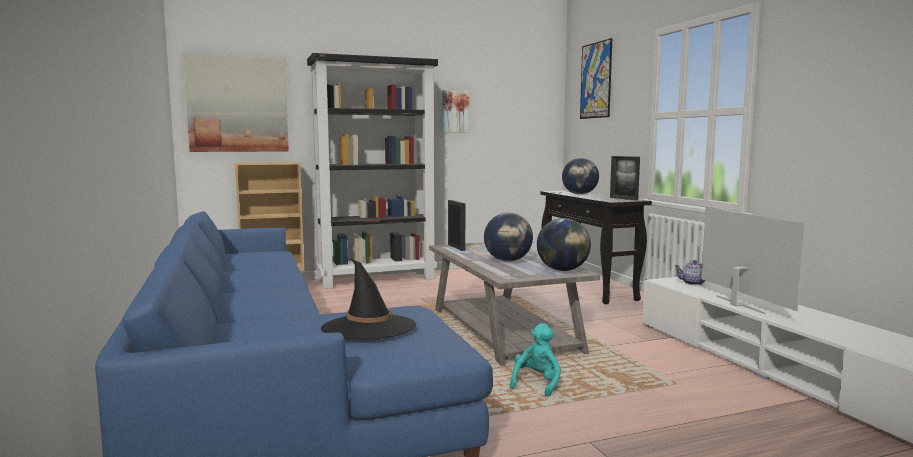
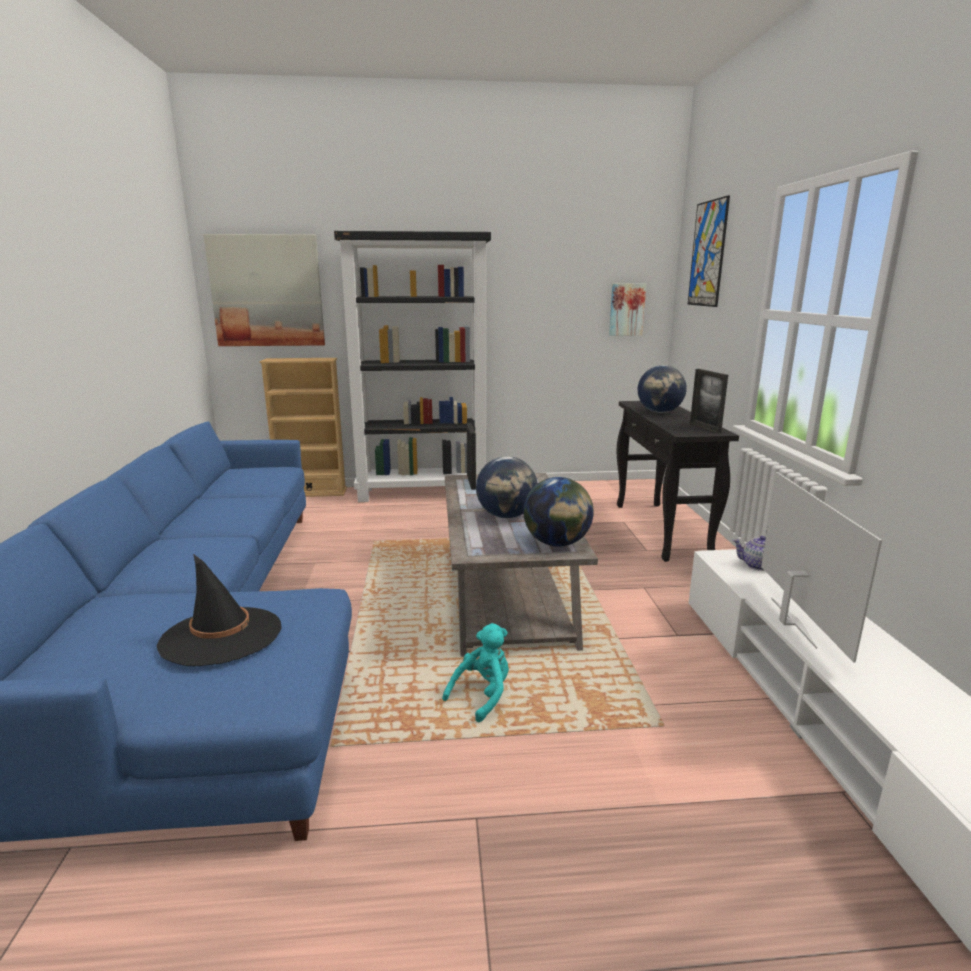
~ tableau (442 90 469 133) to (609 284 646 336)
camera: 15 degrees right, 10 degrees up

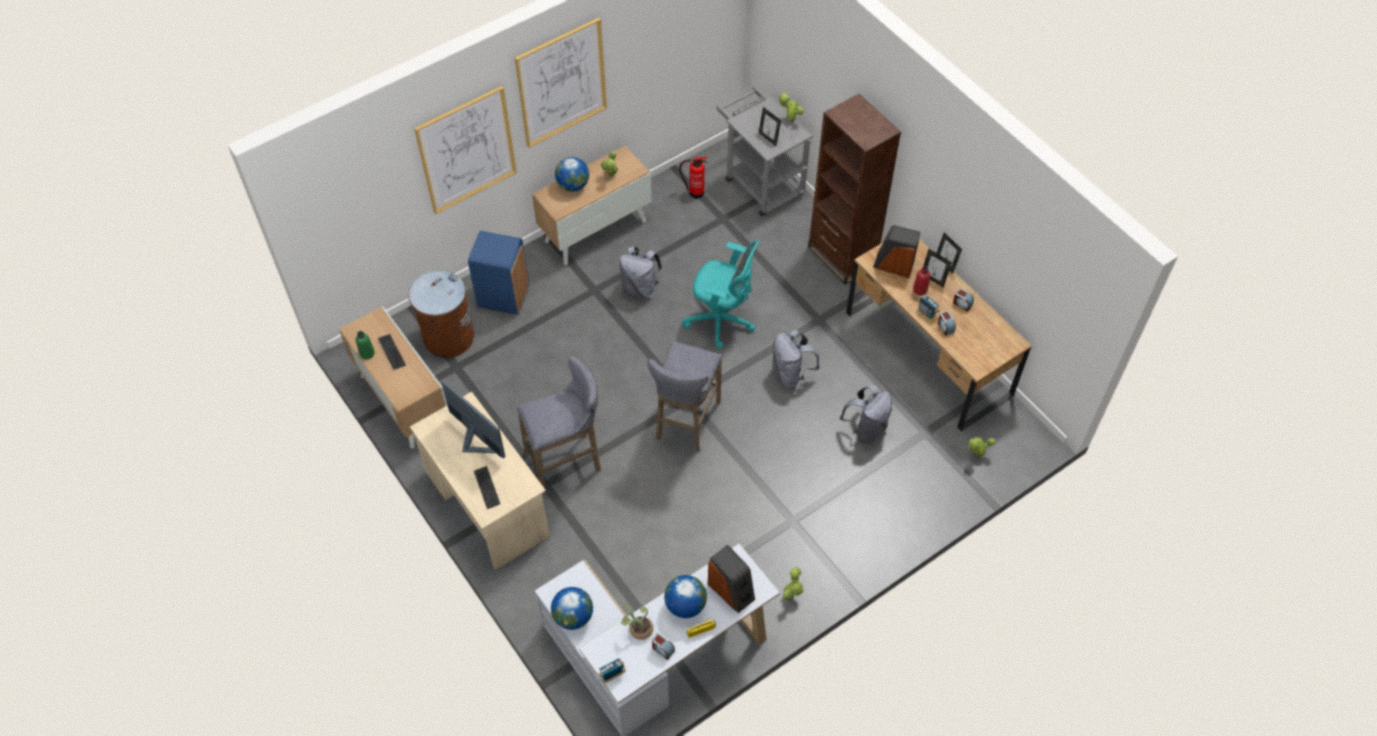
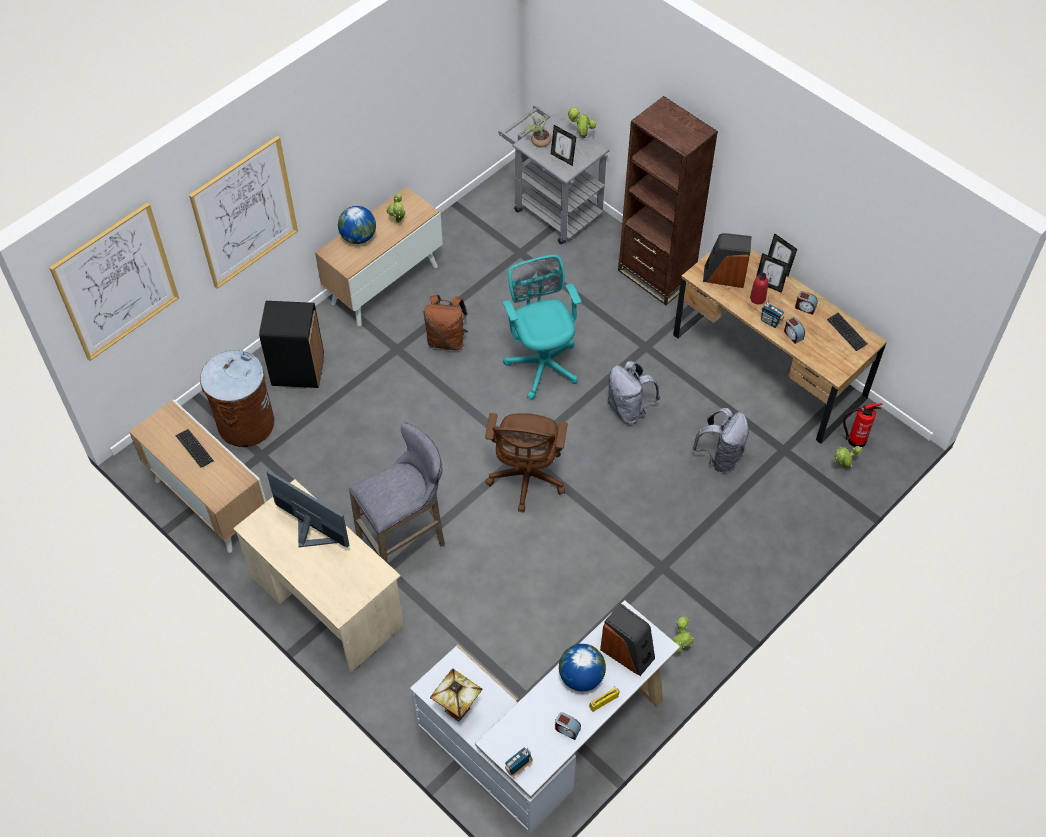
- bouteille/vert (356 331 375 359)
~ poubelle/bleu (468 231 529 315) to poubelle/noir (259 301 324 388)
~ clavier (474 466 500 509) to (827 313 867 351)
~ tableau (515 18 607 148) to (49 202 179 361)
~ globe (551 587 593 630) to lampe de table (430 669 482 722)
~ sac à dos/gris (619 246 662 299) to sac à dos/marron (424 295 468 350)
~ plante en pot (620 604 653 640) to (525 113 551 147)
~ tabouret/gris (647 341 722 451) to chaise de bureau/marron (485 413 568 512)
~ extincteur (679 157 708 199) to (843 403 883 447)
~ chaise de bureau/turquoise (682 240 759 349) = (503 255 581 400) 120 degrees counterclockwise
camera: 10 degrees left, 0 degrees up

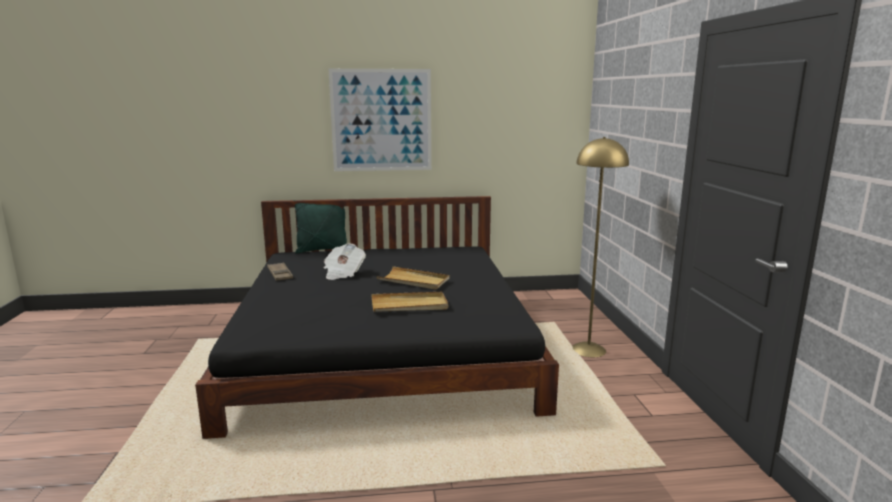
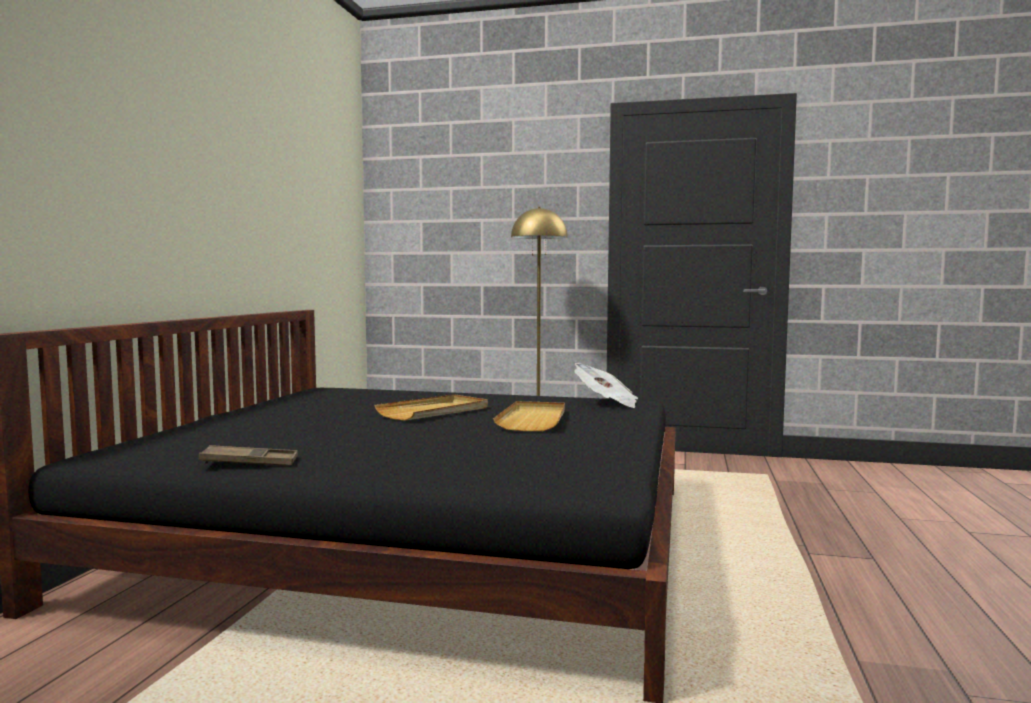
- coussin/vert (294 200 347 254)
~ journal (324 243 366 280) to (575 363 638 408)
- tableau (329 69 431 171)
camera: 70 degrees left, 10 degrees down

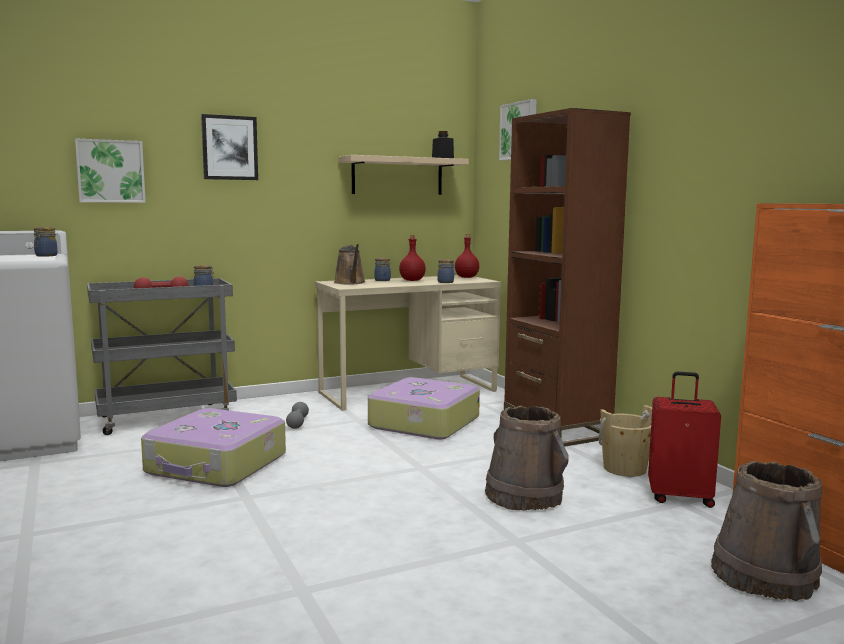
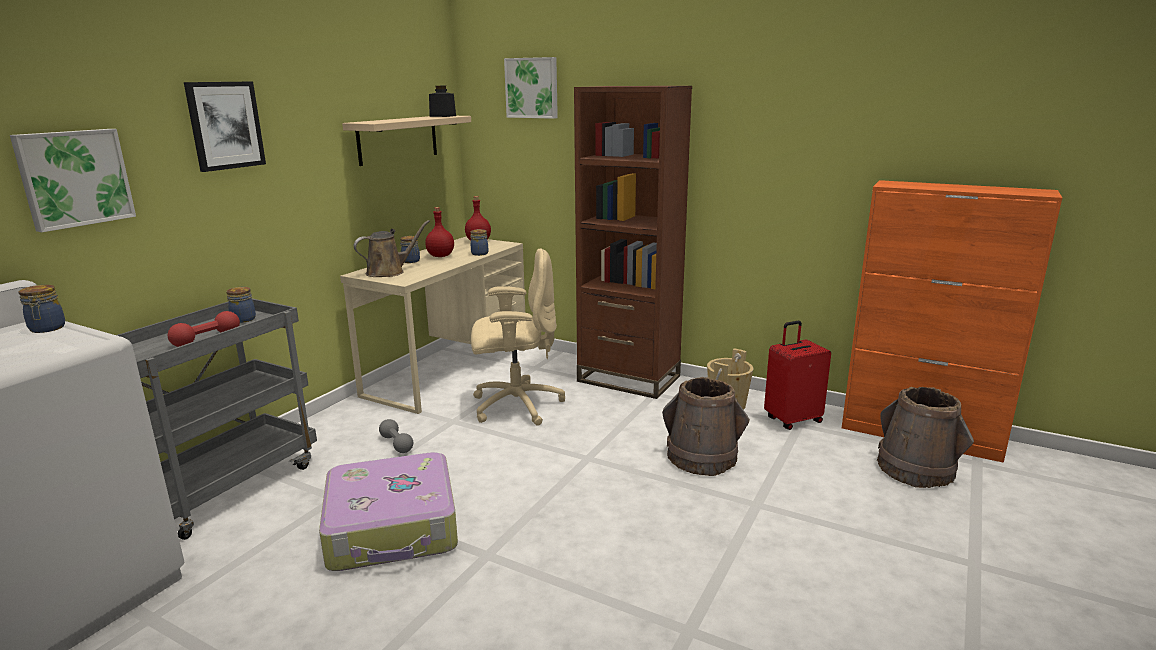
~ arrosoir/marron (334 244 366 284) = (354 220 430 277) 75 degrees counterclockwise
~ valise (368 377 480 440) to chaise de bureau/beige (471 248 565 426)
camera: 35 degrees left, 10 degrees up

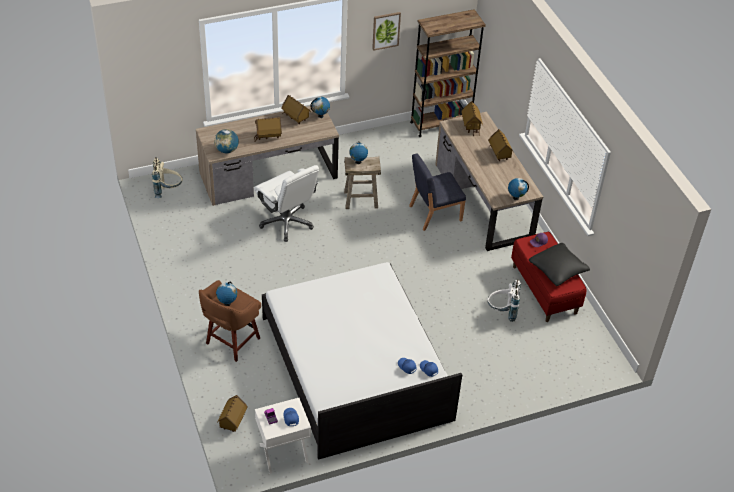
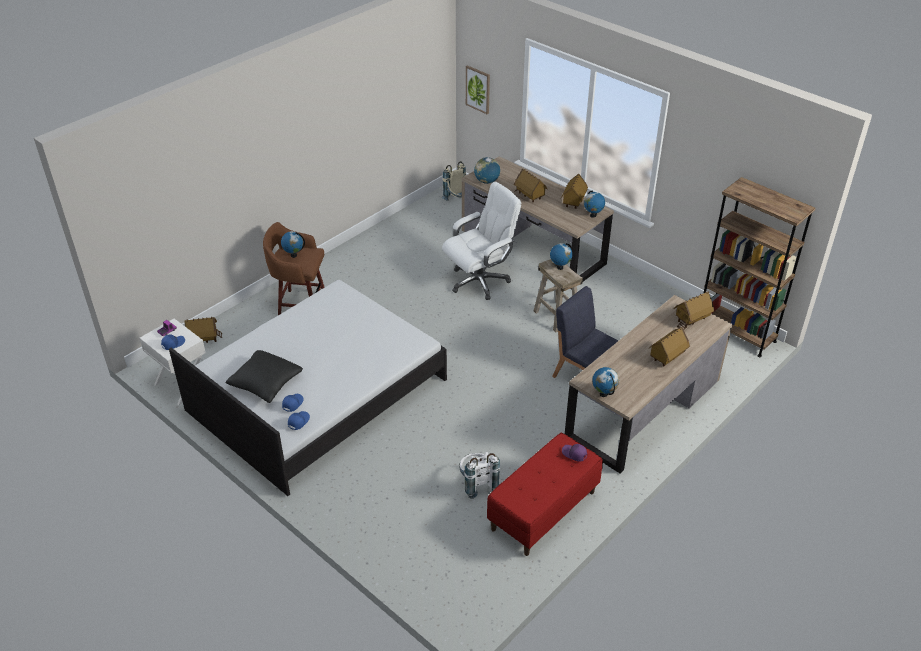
~ chaise de bureau/blanc (254 165 319 242) = (442 182 521 300) 150 degrees counterclockwise
~ tableau (372 12 401 51) to (466 65 490 114)
~ coussin/noir (529 243 590 286) to (226 350 303 403)
camera: 65 degrees right, 5 degrees down

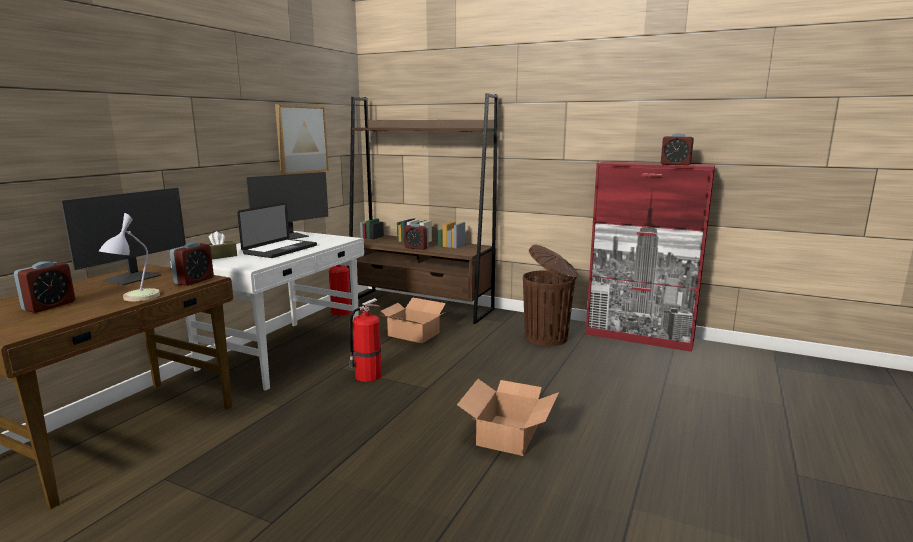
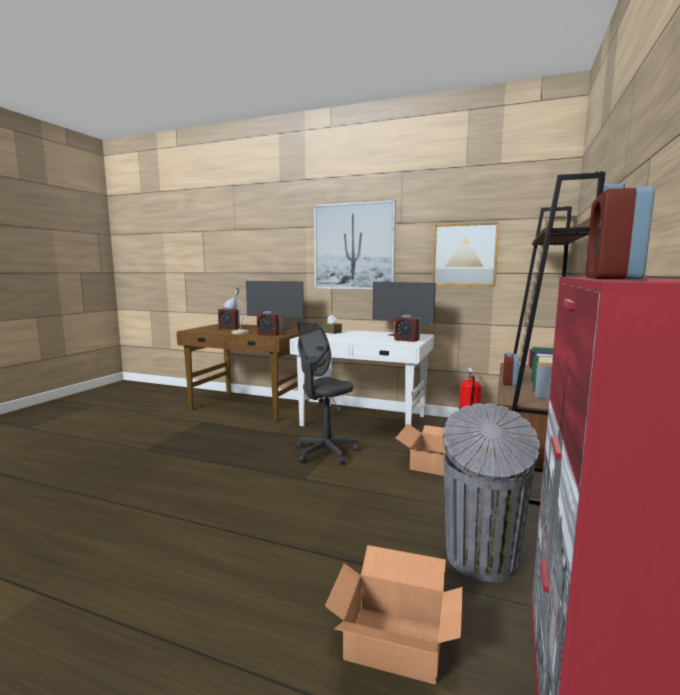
- ordinateur portable (237 203 317 258)
~ extincteur (349 298 382 382) to chaise de bureau/gris (296 321 359 465)
~ carton (457 379 559 456) to (325 545 463 685)
~ poubelle/marron (523 244 578 346) to poubelle/gris (442 403 540 582)
+ tableau (314 200 396 289)
+ réveil (394 315 420 342)
camera: 85 degrees right, 5 degrees down

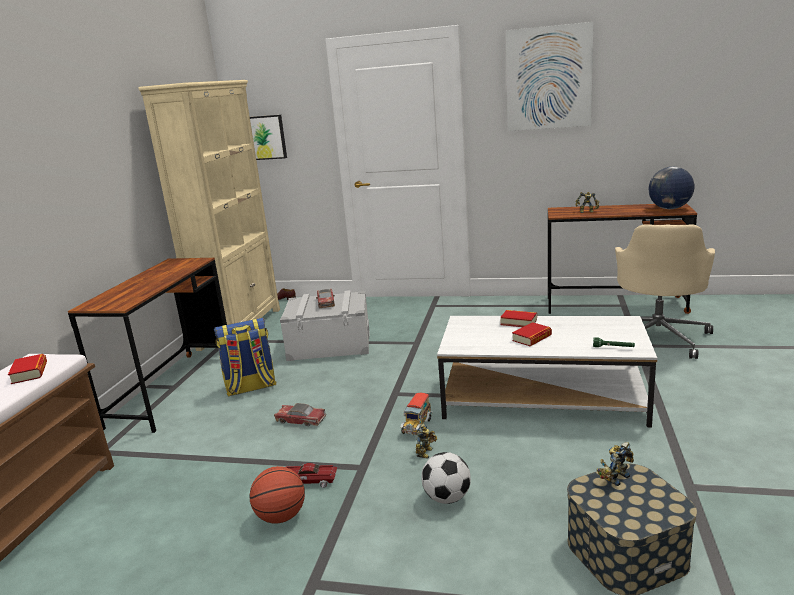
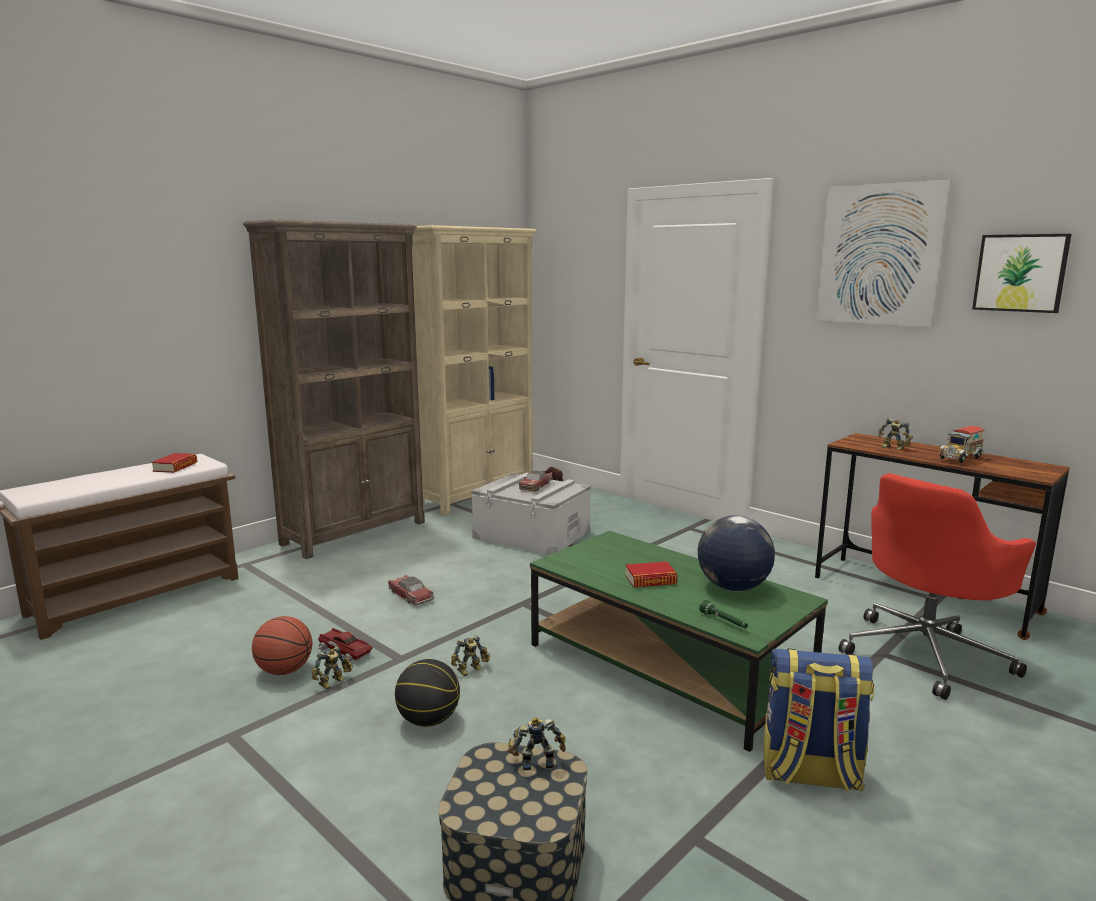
~ bureau/marron (68 258 227 433) to bibliothèque/marron (243 220 425 559)
~ sac à dos (214 318 277 397) to (764 648 874 792)
~ tableau (250 115 287 160) to (972 234 1072 313)
~ camion jouet (400 393 433 435) to (940 426 985 463)
~ ballon de foot (421 452 471 504) to ballon de basket (395 659 460 727)
~ table basse/blanc (437 316 657 427) to table basse/vert (530 531 828 752)
- livre (500 310 537 327)
~ chaise de bureau/beige (615 225 715 359) to chaise de bureau/rouge (839 473 1036 700)
~ globe (649 167 694 209) to (698 516 775 591)
+ robot jouet (312 646 353 689)
camera: 30 degrees right, 5 degrees down

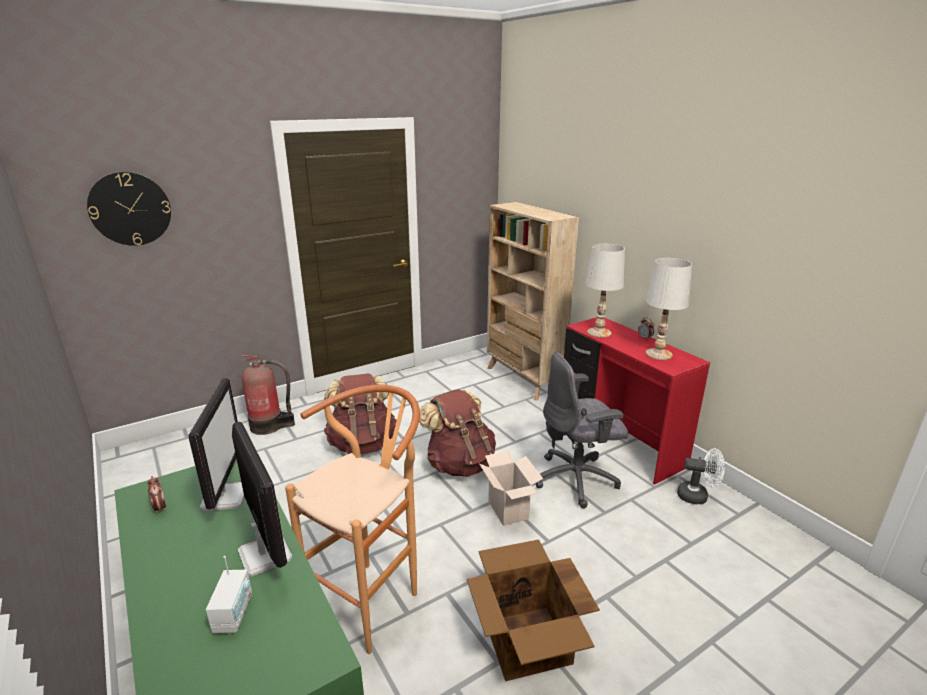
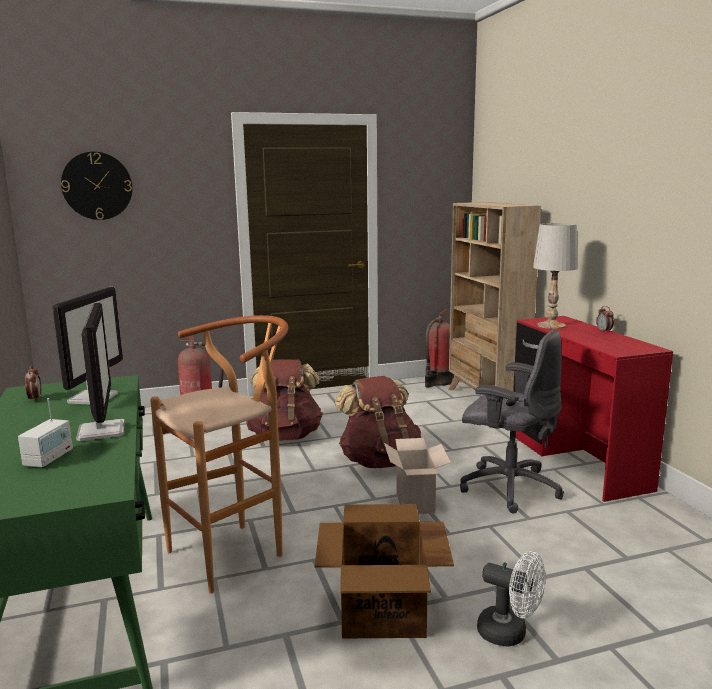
~ chaise de bureau/gris (536 352 628 508) = (460 329 564 514) 150 degrees counterclockwise
- lampe de table/blanc (645 258 692 360)
~ ventilateur/blanc (677 448 725 504) to (477 551 546 647)
+ extincteur (425 309 454 388)
camera: 15 degrees right, 10 degrees down

